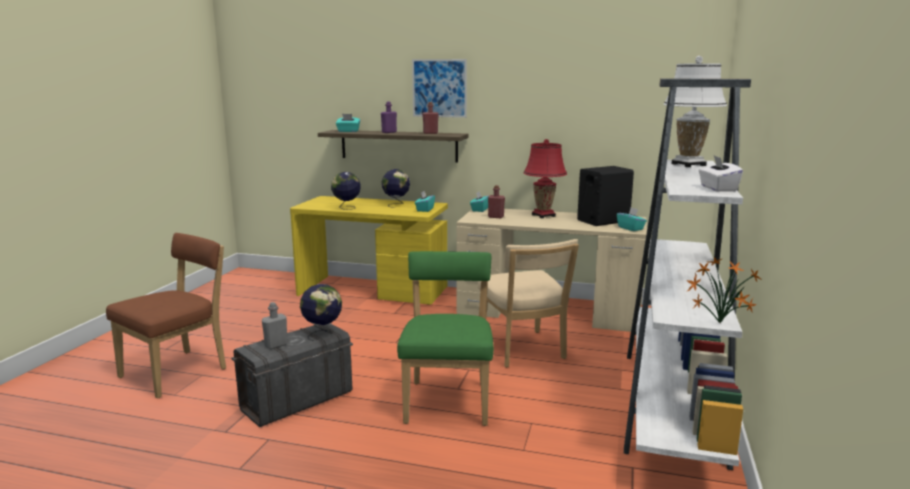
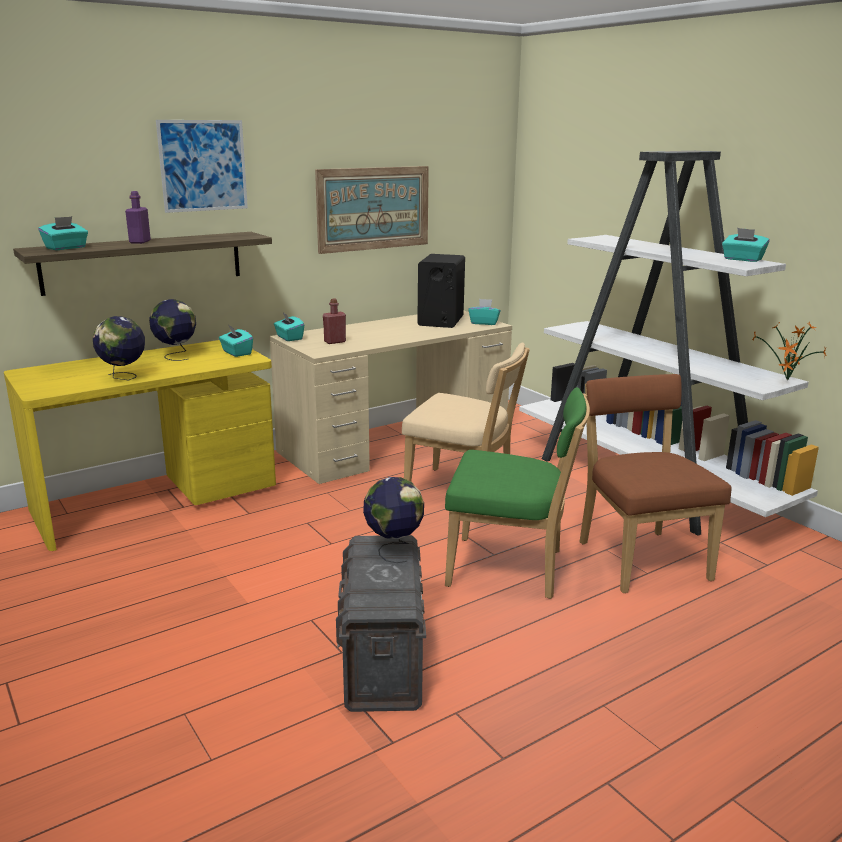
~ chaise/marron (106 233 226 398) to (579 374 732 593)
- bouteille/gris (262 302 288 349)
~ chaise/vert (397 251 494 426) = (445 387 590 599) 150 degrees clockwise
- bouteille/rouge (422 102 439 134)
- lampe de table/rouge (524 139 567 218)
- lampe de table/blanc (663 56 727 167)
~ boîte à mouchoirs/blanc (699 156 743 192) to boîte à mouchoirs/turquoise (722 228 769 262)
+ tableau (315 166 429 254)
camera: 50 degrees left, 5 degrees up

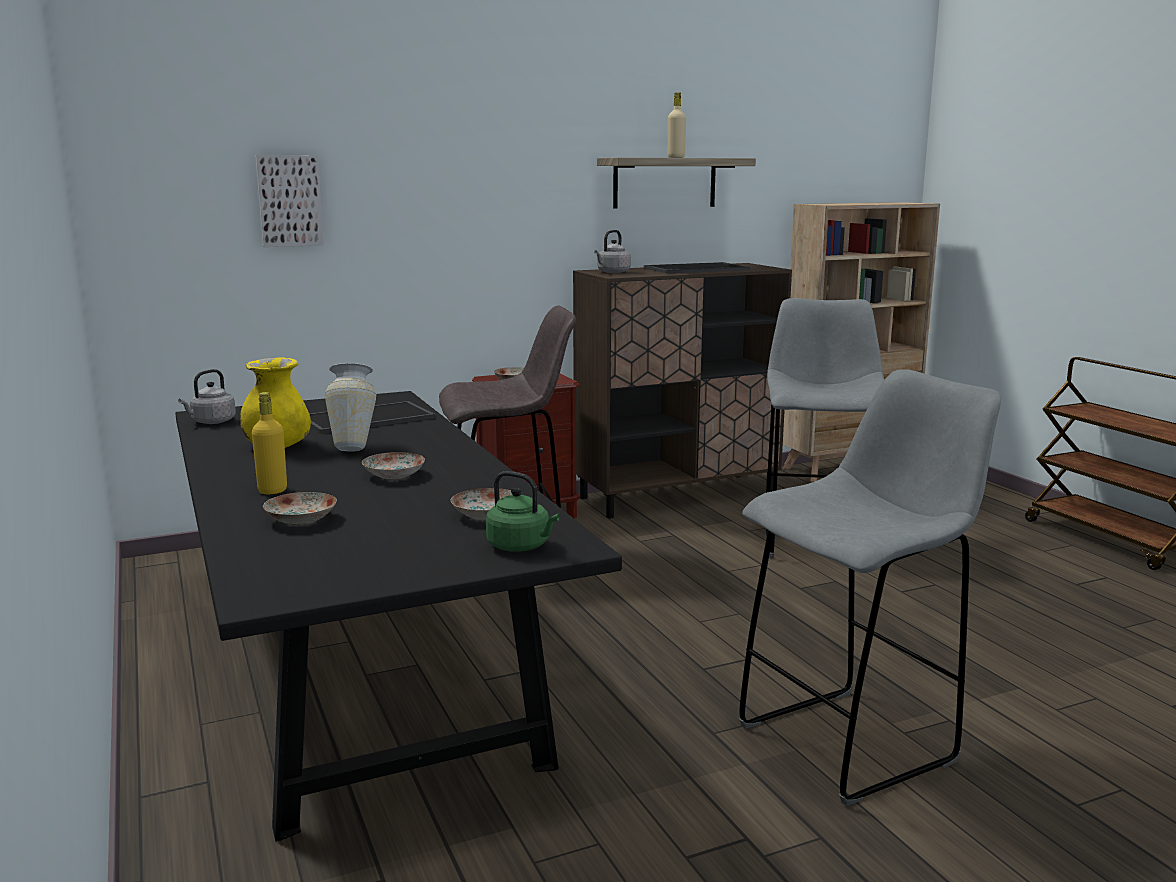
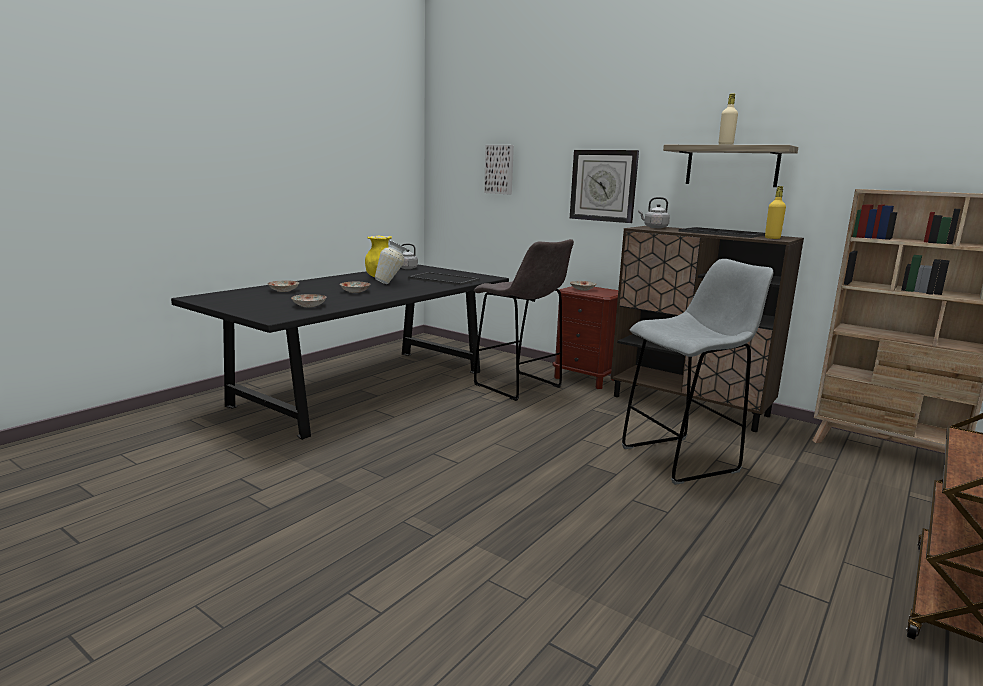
~ bouteille/jaune (252 392 287 494) to (765 186 786 239)
- bouilloire/vert (486 471 560 552)
- tabouret/gris (739 369 1001 806)
+ horloge murale (570 150 639 223)
camera: 60 degrees right, 0 degrees up

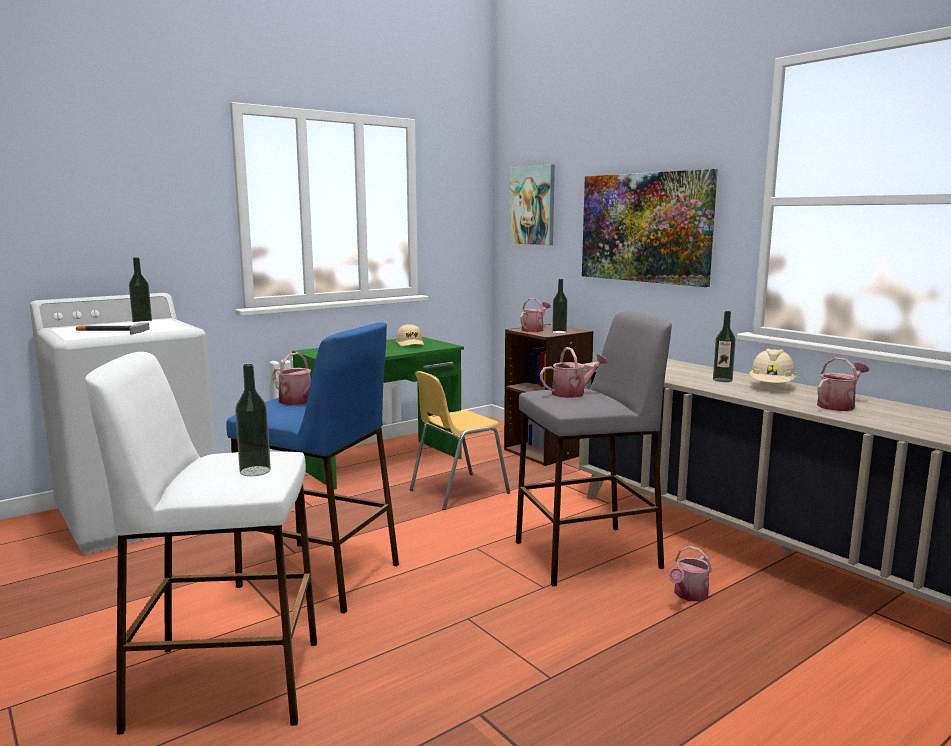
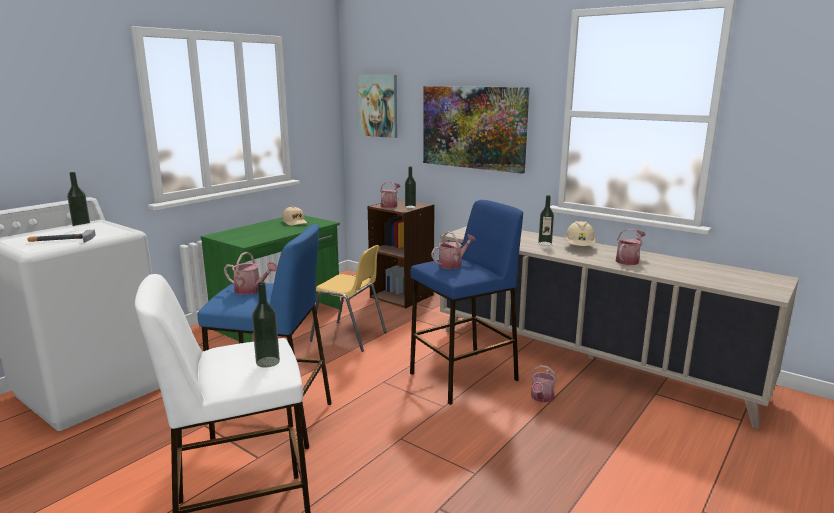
~ chaise/jaune (410 371 510 510) = (310 245 386 352) 105 degrees counterclockwise
~ tabouret/gris (516 311 672 586) to tabouret/bleu (410 200 523 405)
camera: 15 degrees left, 5 degrees up

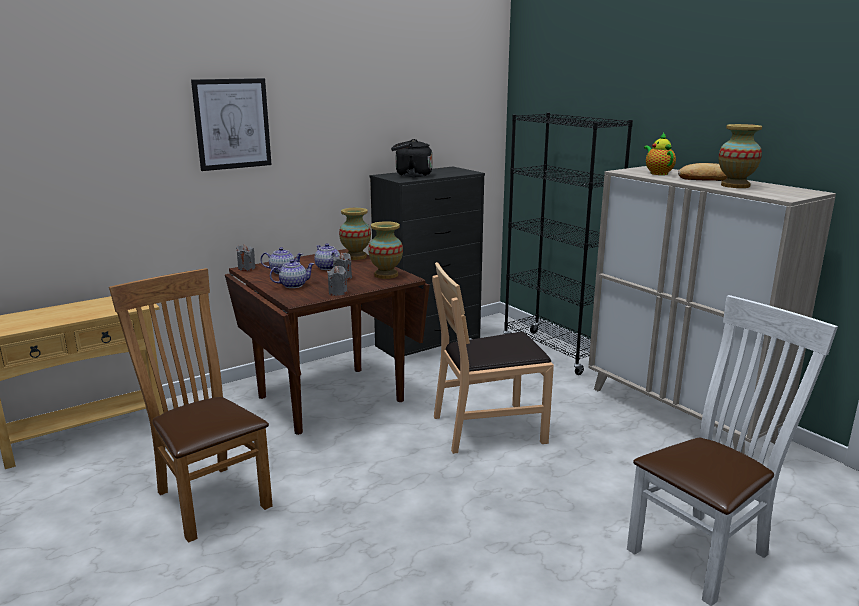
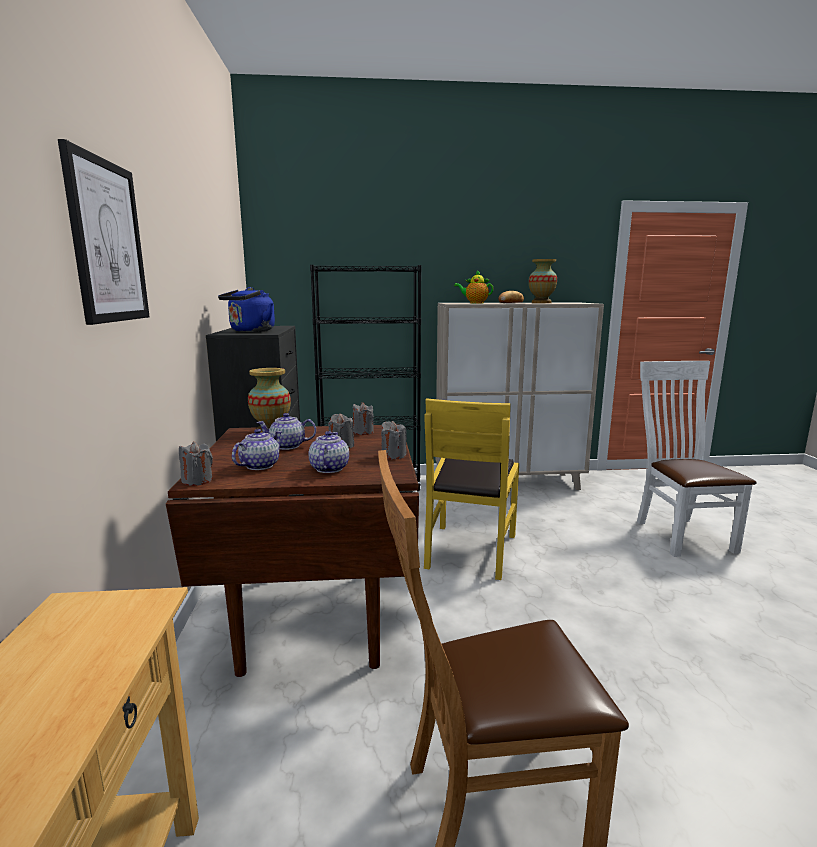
~ vase (368 221 403 279) to bougie/gris (353 402 374 435)
~ bouilloire/noir (391 139 432 177) to bouilloire/bleu (218 287 275 332)
~ chaise/marron (432 262 554 454) to chaise/jaune (424 398 519 580)
camera: 60 degrees left, 5 degrees down

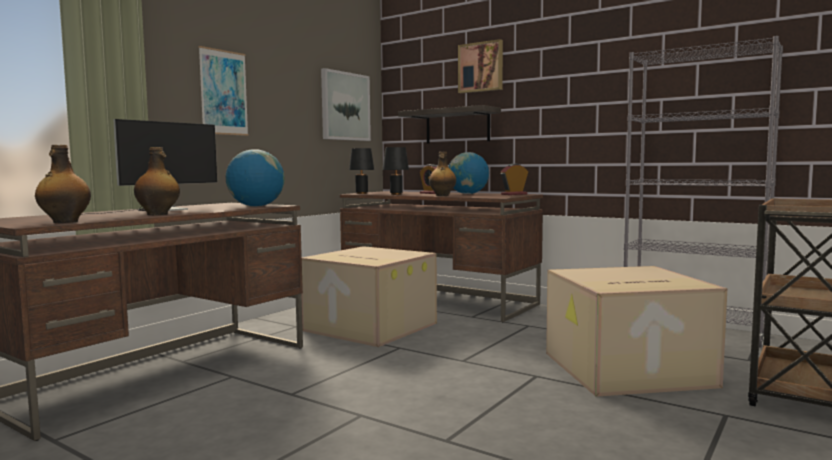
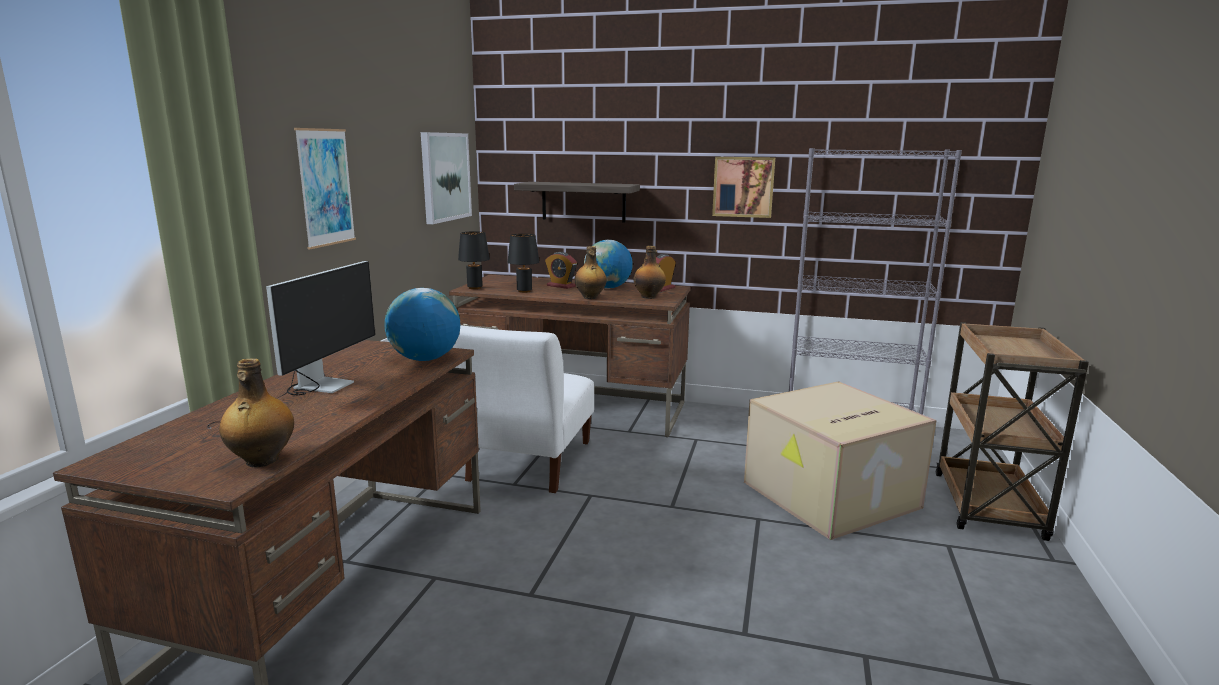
~ bouteille (134 147 180 215) to (634 246 666 299)
~ carton (301 246 437 347) to chaise/blanc (452 325 594 493)
~ tableau (458 39 503 93) to (712 157 775 218)
camera: 20 degrees left, 10 degrees up

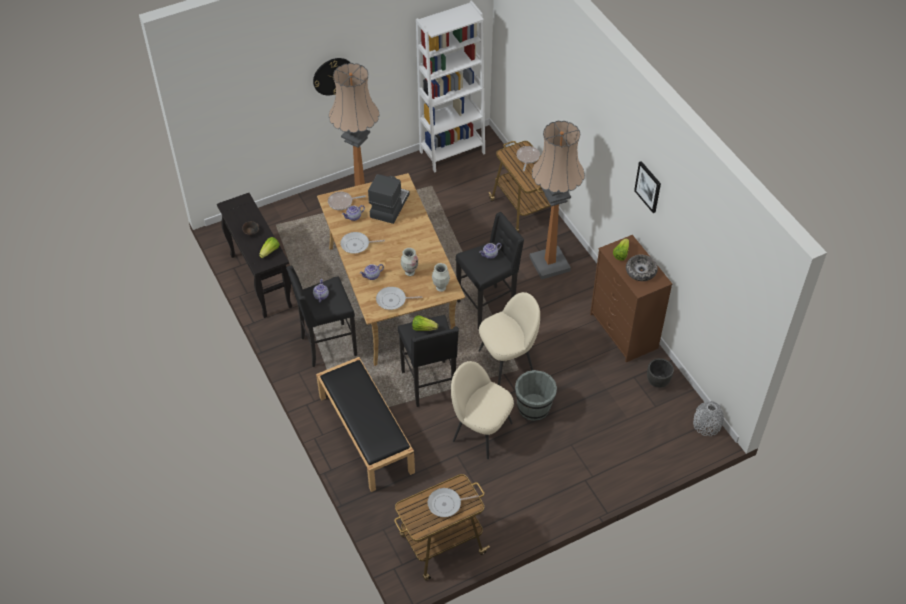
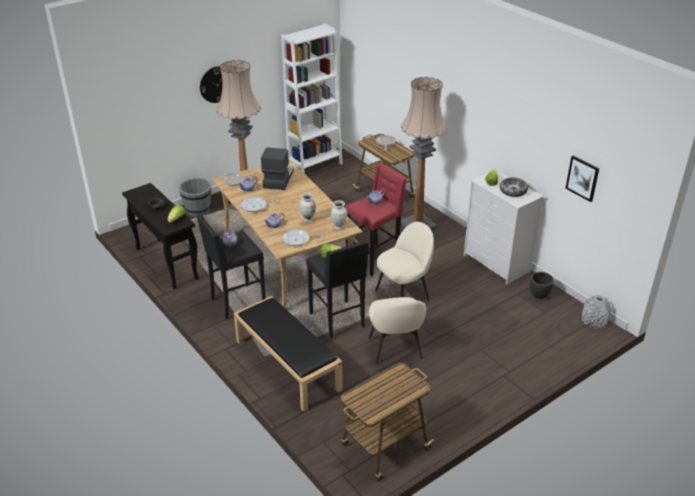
- poêle (428 488 479 517)
~ chaise/beige (451 361 514 459) = (368 297 426 364) 120 degrees counterclockwise
~ tabouret/noir (456 212 524 330) to tabouret/rouge (345 163 406 276)
~ seau/gris (515 370 557 421) to (179 178 211 216)
~ commode/marron (590 235 672 362) to commode/blanc (464 171 543 284)
~ tableau (634 161 661 213) to (565 155 599 202)
camera: 10 degrees left, 15 degrees down

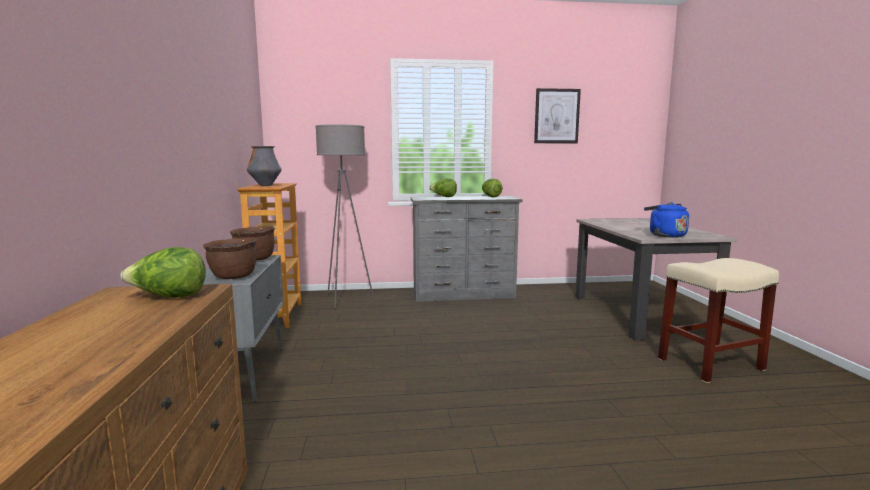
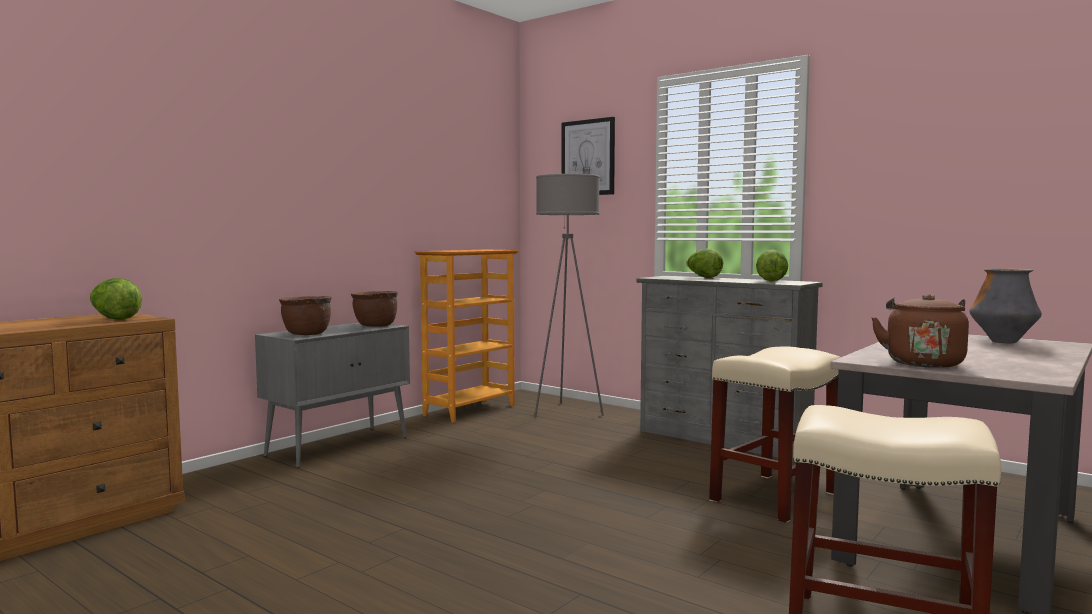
~ vase (247 146 282 186) to (970 268 1042 343)
~ tableau (534 88 581 143) to (562 117 615 195)
~ bouilloire/bleu (644 202 689 238) to bouilloire/marron (871 294 969 368)
+ tabouret/beige (709 347 841 523)
camera: 45 degrees right, 5 degrees down

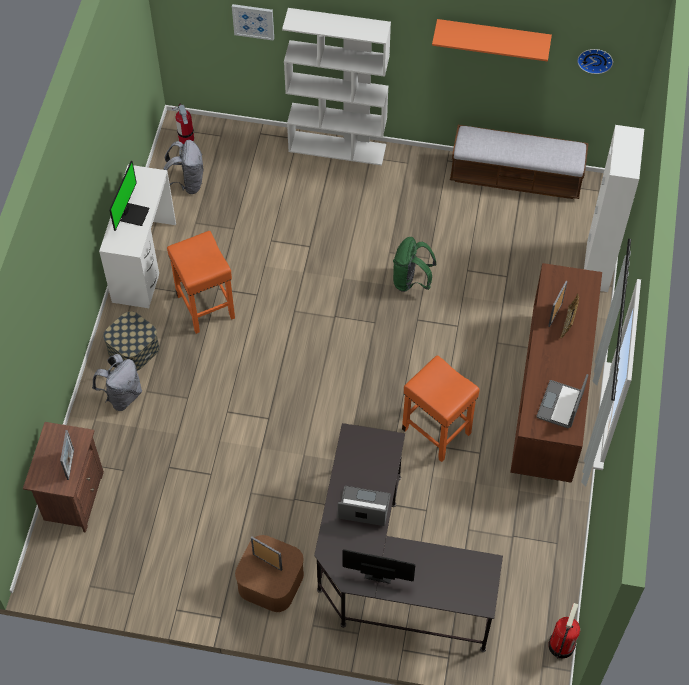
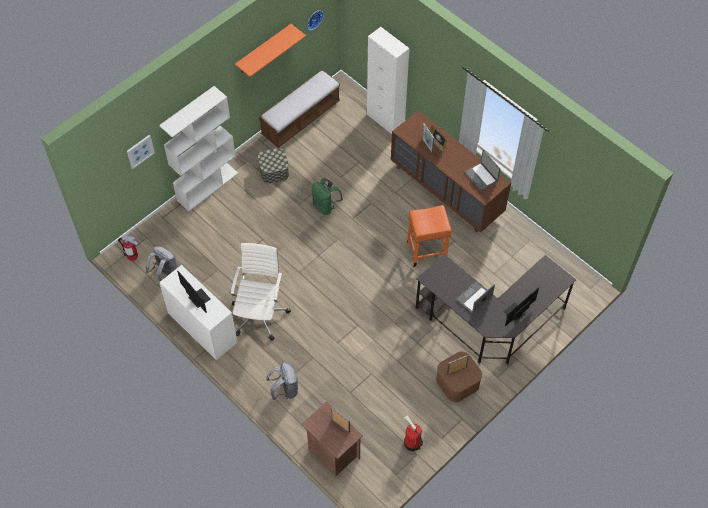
~ boîte de rangement (103 311 160 371) to (258 148 289 184)
~ tabouret/orange (167 231 235 334) to chaise de bureau/blanc (231 243 291 341)
~ extincteur (548 603 580 659) to (404 416 423 451)
camera: 55 degrees left, 0 degrees up

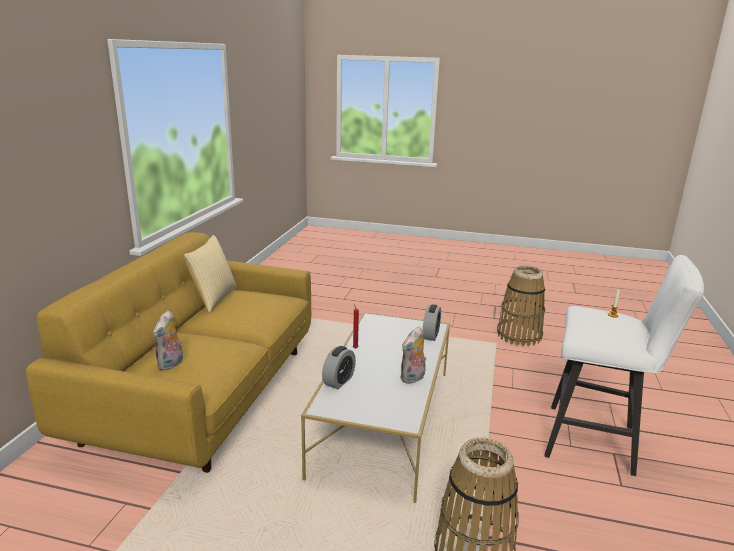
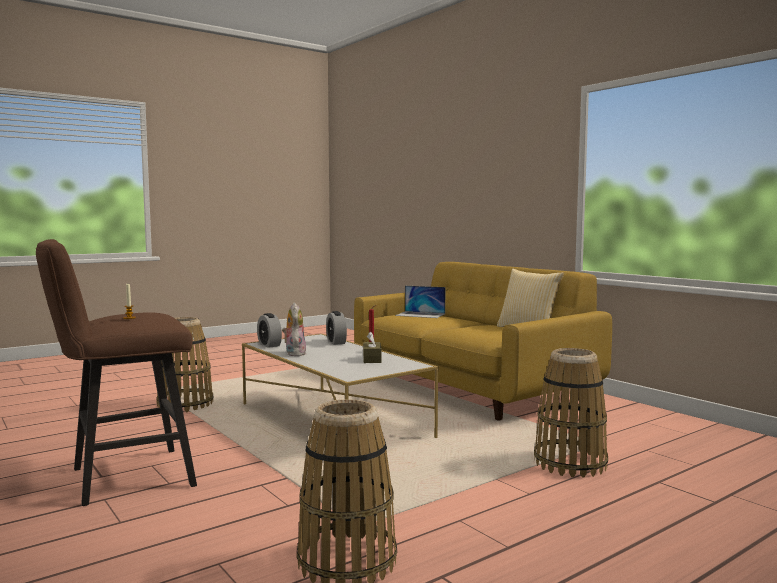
~ peluche (153 310 183 371) to ordinateur portable (395 286 446 318)
~ réveil (423 304 441 341) to (257 313 282 348)
~ tabouret/blanc (544 255 704 476) to tabouret/marron (36 239 197 506)
+ boîte à mouchoirs/marron (363 331 382 363)
+ panier (534 348 608 478)
camera: 130 degrees right, 15 degrees down

